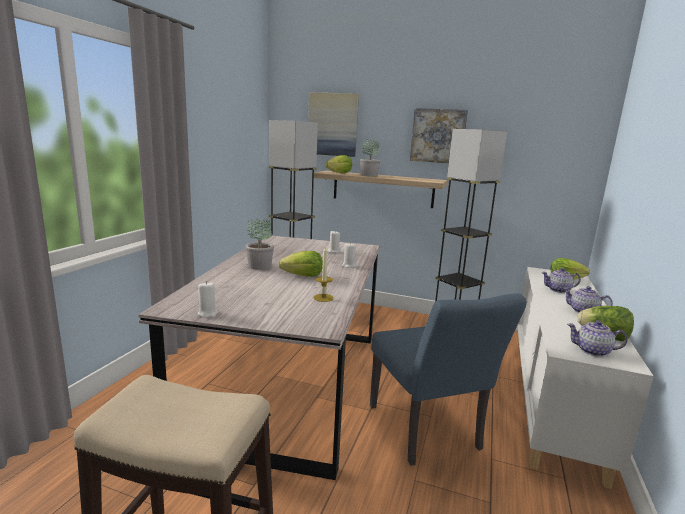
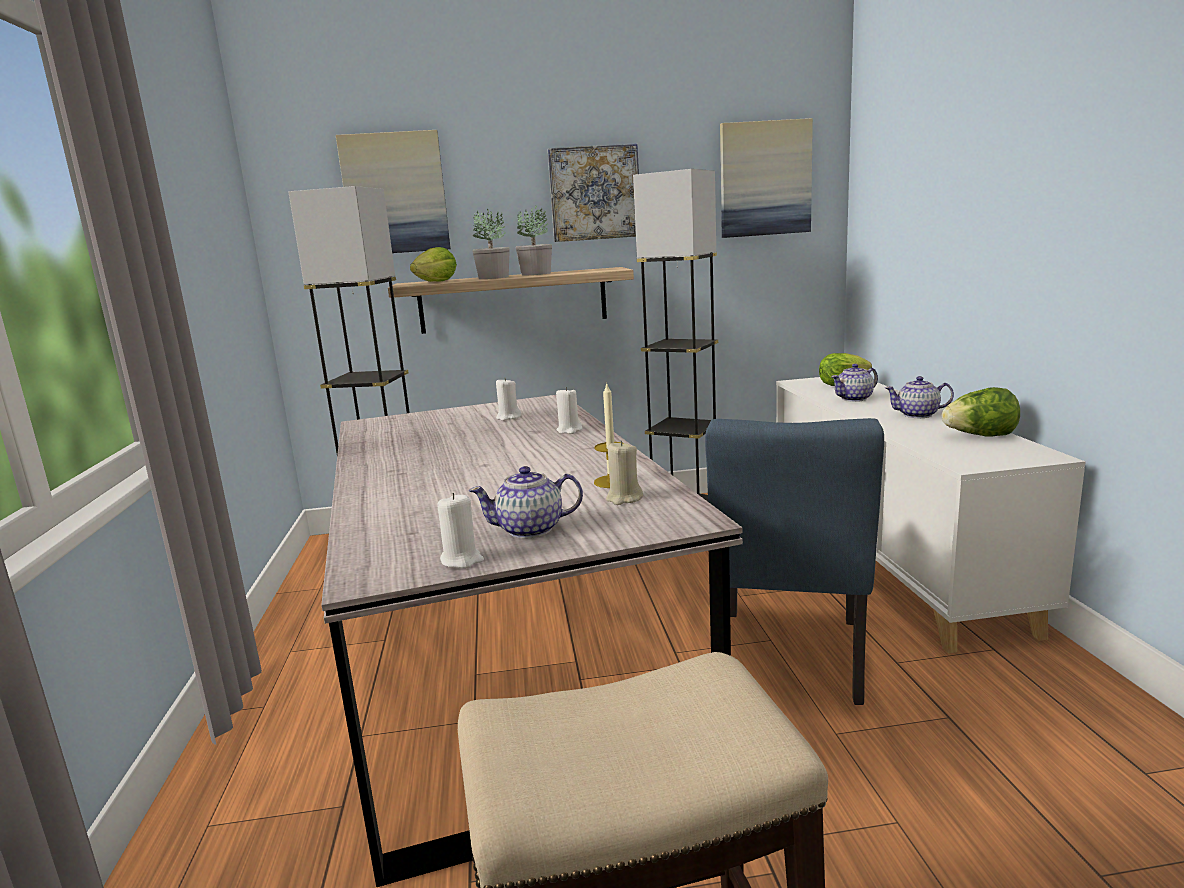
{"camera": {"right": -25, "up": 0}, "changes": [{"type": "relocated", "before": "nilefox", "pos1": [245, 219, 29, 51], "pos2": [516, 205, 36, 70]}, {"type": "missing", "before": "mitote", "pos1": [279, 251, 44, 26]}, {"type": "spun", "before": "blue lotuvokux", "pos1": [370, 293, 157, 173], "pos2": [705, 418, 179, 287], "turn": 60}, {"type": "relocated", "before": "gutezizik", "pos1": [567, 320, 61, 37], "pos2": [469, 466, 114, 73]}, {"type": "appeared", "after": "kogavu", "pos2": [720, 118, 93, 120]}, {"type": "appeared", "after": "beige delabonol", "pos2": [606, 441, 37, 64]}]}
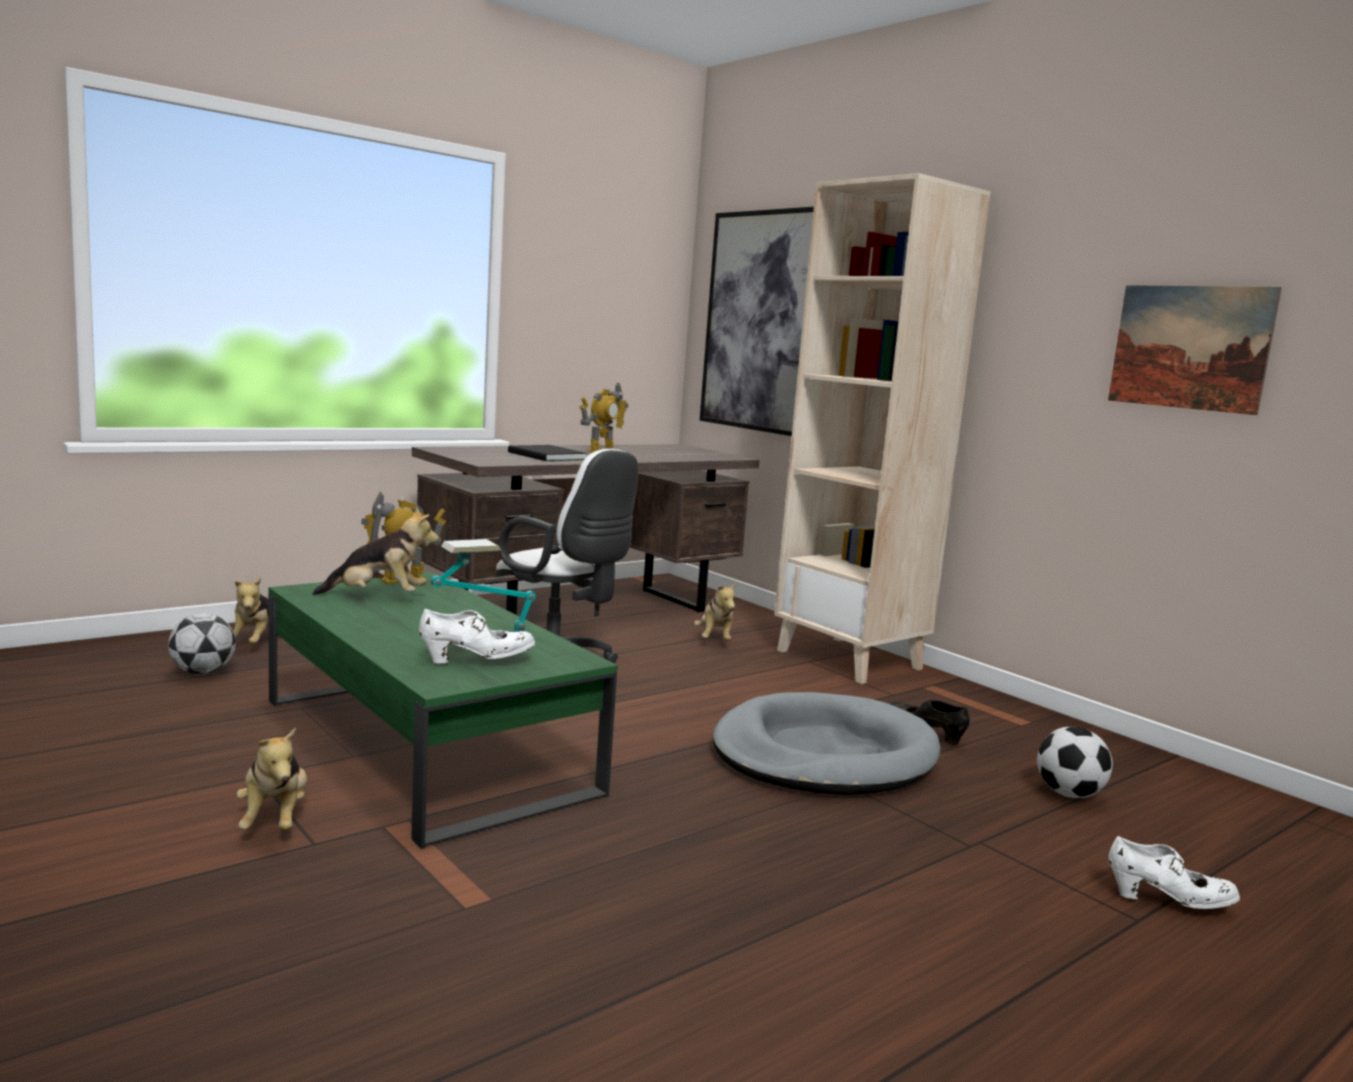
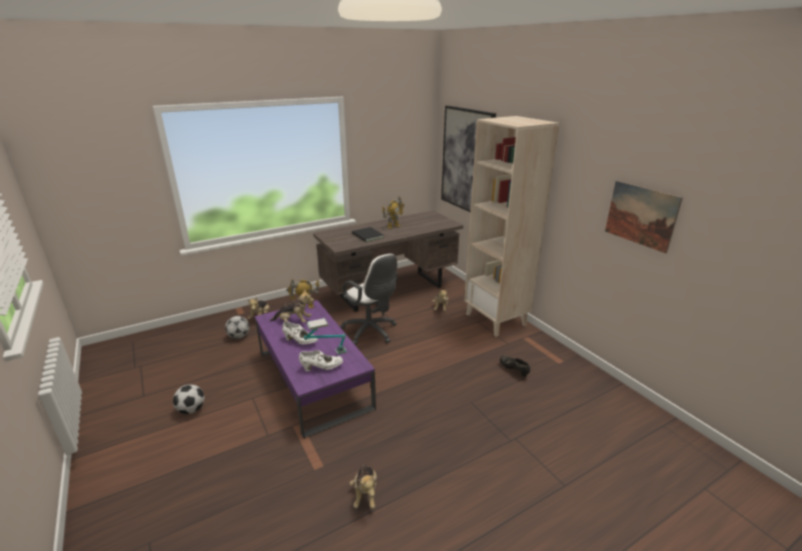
{"camera": {"right": 10, "up": 15}, "changes": [{"type": "colour", "before": "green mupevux", "after": "purple mupevux", "pos1": [268, 572, 349, 277], "pos2": [255, 300, 121, 139]}, {"type": "missing", "before": "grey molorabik", "pos1": [713, 692, 228, 103]}, {"type": "relocated", "before": "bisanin", "pos1": [237, 727, 70, 103], "pos2": [349, 465, 28, 44]}, {"type": "relocated", "before": "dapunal", "pos1": [1037, 727, 76, 71], "pos2": [173, 384, 32, 30]}, {"type": "relocated", "before": "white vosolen", "pos1": [1108, 836, 132, 73], "pos2": [282, 321, 36, 23]}]}
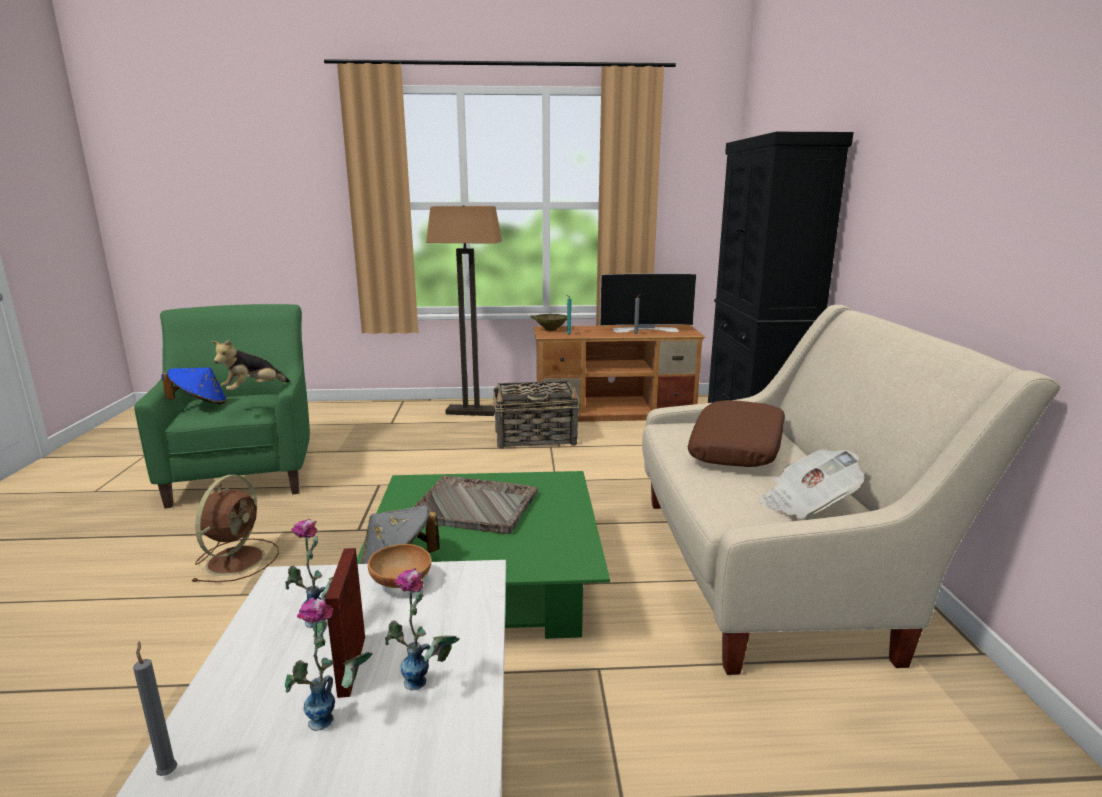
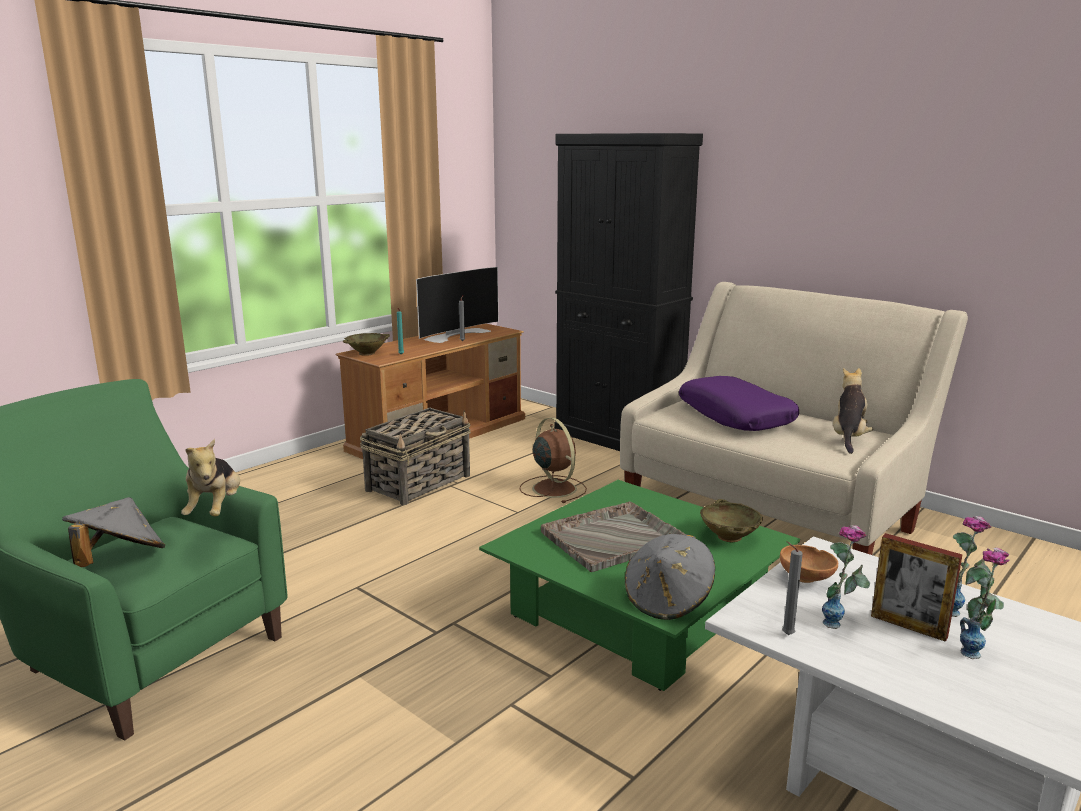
{"camera": {"right": -45, "up": 0}, "changes": [{"type": "missing", "before": "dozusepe", "pos1": [426, 206, 76, 210]}, {"type": "colour", "before": "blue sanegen", "after": "grey sanegen", "pos1": [162, 367, 65, 37], "pos2": [62, 497, 103, 70]}, {"type": "colour", "before": "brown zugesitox", "after": "purple zugesitox", "pos1": [688, 400, 97, 67], "pos2": [679, 376, 120, 55]}, {"type": "exchanged", "before": "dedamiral", "after": "bisanin", "pos1": [759, 449, 106, 70], "pos2": [833, 368, 40, 86]}, {"type": "relocated", "before": "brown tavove", "pos1": [191, 475, 88, 107], "pos2": [520, 417, 67, 86]}, {"type": "relocated", "before": "grey delabonol", "pos1": [133, 642, 44, 134], "pos2": [782, 541, 21, 94]}, {"type": "appeared", "after": "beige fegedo", "pos2": [700, 499, 63, 43]}]}
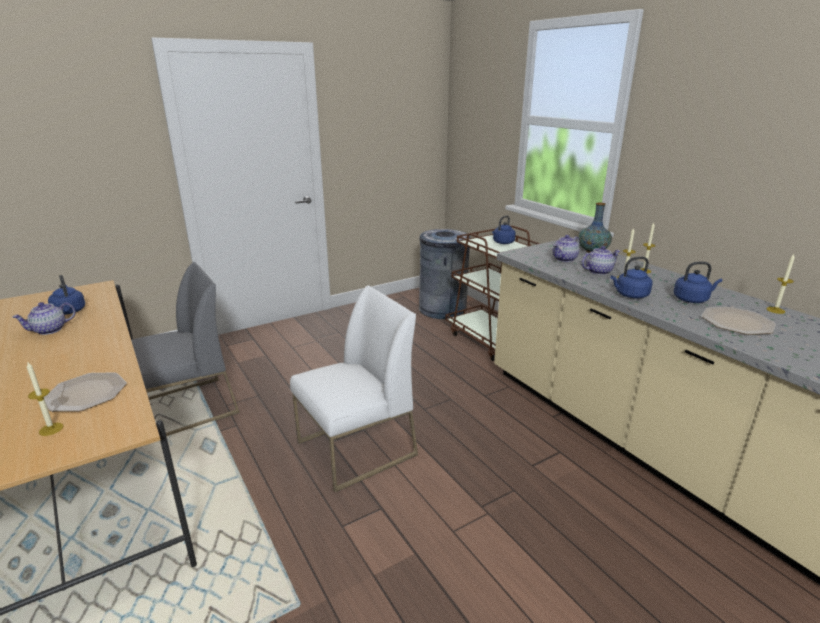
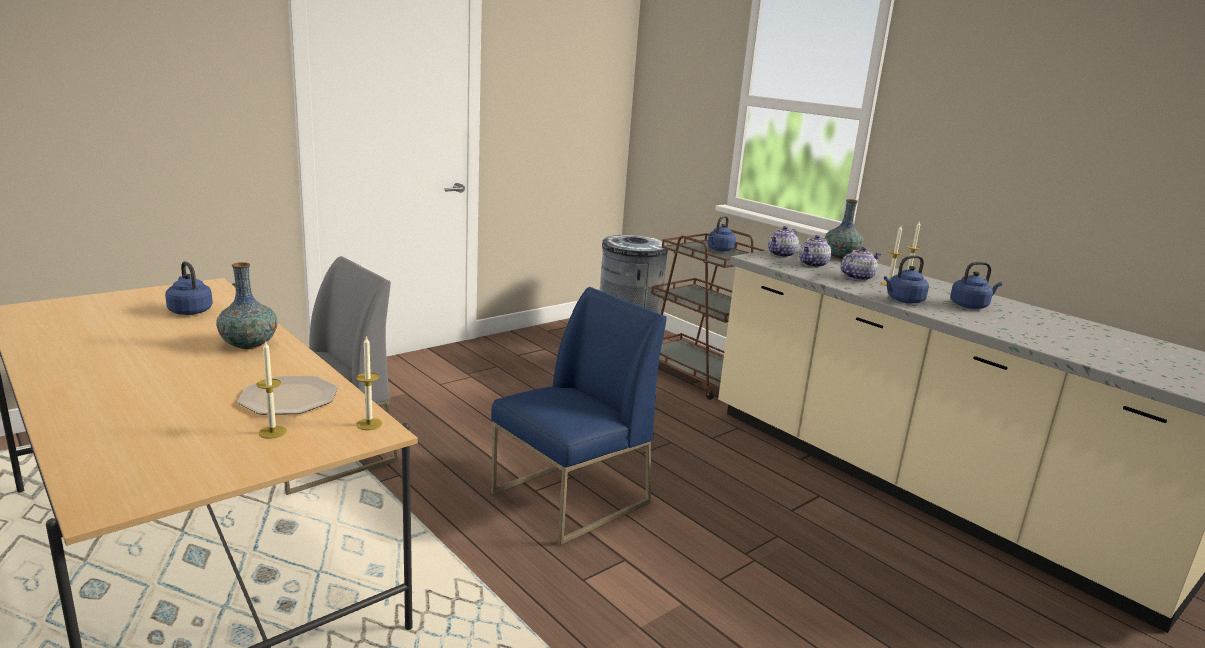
{"camera": {"right": -10, "up": -5}, "changes": [{"type": "relocated", "before": "delabonol", "pos1": [766, 254, 29, 60], "pos2": [356, 336, 26, 94]}, {"type": "colour", "before": "white lotuvokux", "after": "blue lotuvokux", "pos1": [290, 285, 128, 207], "pos2": [491, 287, 176, 258]}, {"type": "relocated", "before": "gutezizik", "pos1": [12, 302, 64, 33], "pos2": [768, 226, 31, 31]}, {"type": "missing", "before": "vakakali", "pos1": [701, 307, 75, 28]}, {"type": "appeared", "after": "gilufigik", "pos2": [216, 262, 62, 87]}]}
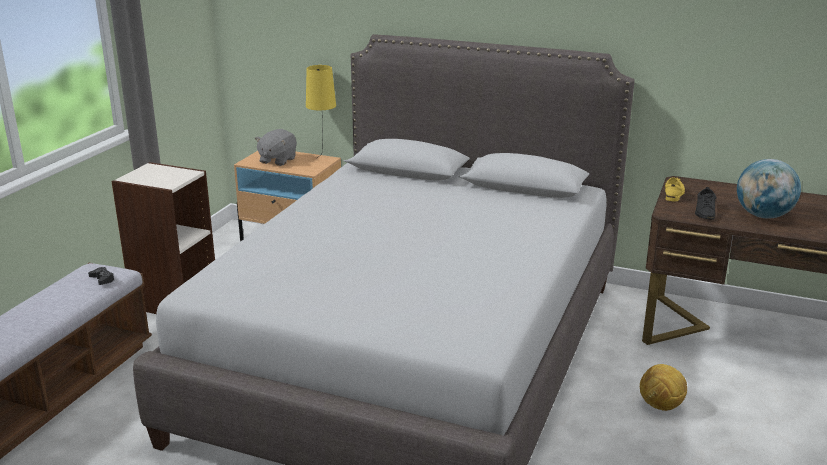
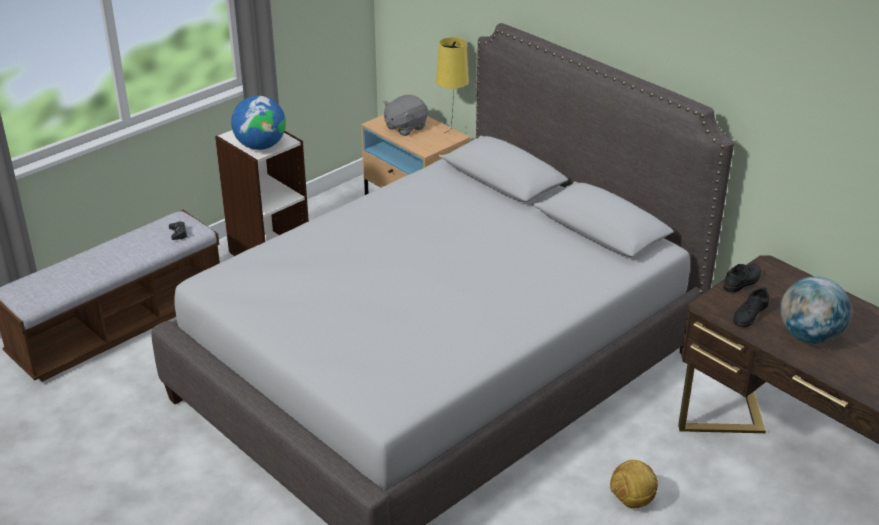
{"camera": {"right": 25, "up": 10}, "changes": [{"type": "colour", "before": "yellow vosolen", "after": "black vosolen", "pos1": [665, 177, 20, 24], "pos2": [723, 263, 38, 30]}, {"type": "appeared", "after": "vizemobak", "pos2": [231, 96, 55, 54]}]}
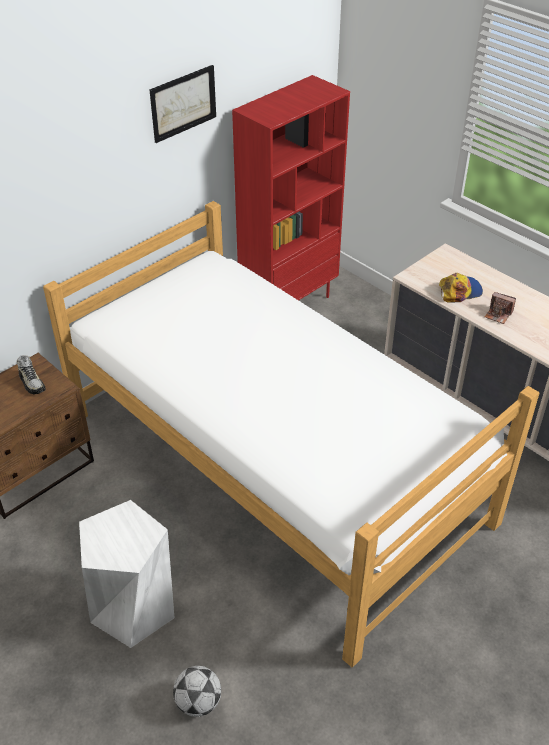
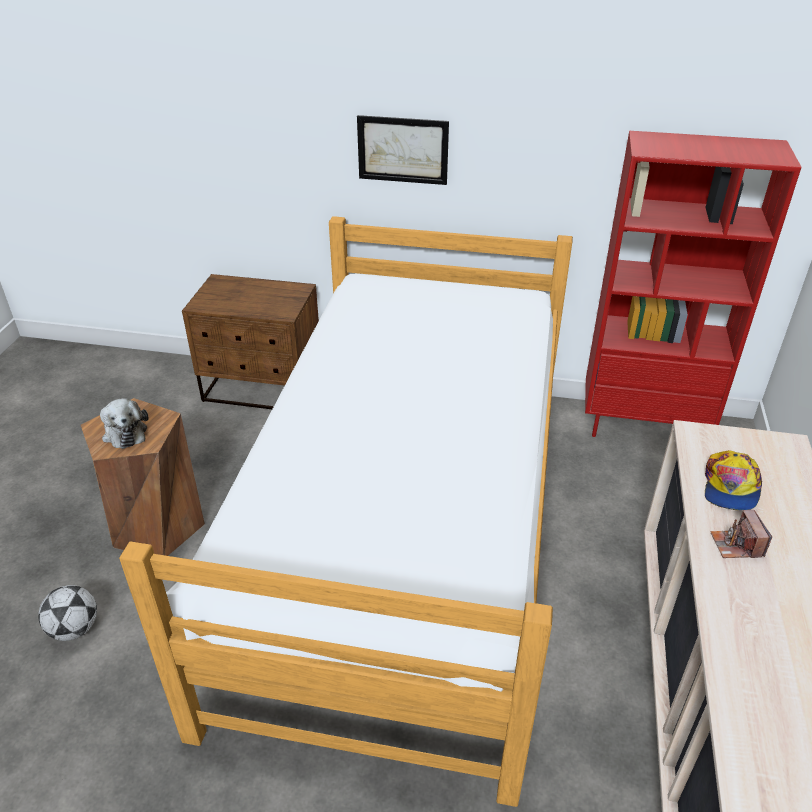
{"camera": {"right": 55, "up": -5}, "changes": [{"type": "relocated", "before": "kogavu", "pos1": [150, 65, 66, 78], "pos2": [357, 115, 92, 70]}, {"type": "spun", "before": "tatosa", "pos1": [439, 273, 44, 30], "pos2": [705, 450, 57, 60], "turn": 75}, {"type": "missing", "before": "vosolen", "pos1": [17, 355, 29, 39]}, {"type": "colour", "before": "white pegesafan", "after": "brown pegesafan", "pos1": [79, 500, 95, 148], "pos2": [81, 398, 124, 158]}, {"type": "appeared", "after": "bisanin", "pos2": [100, 398, 48, 51]}]}
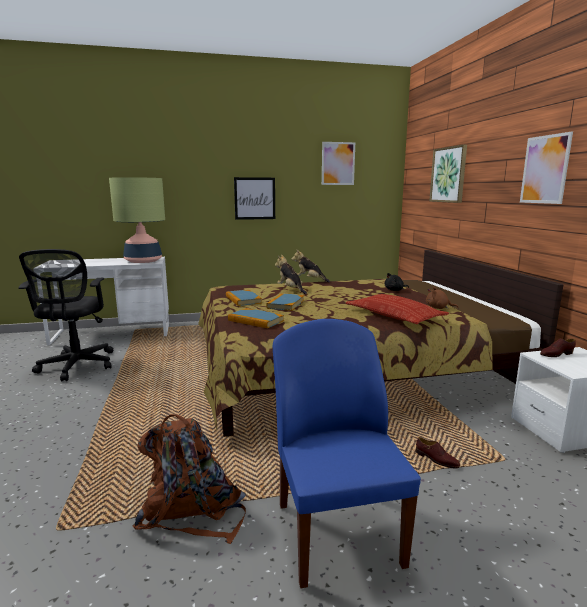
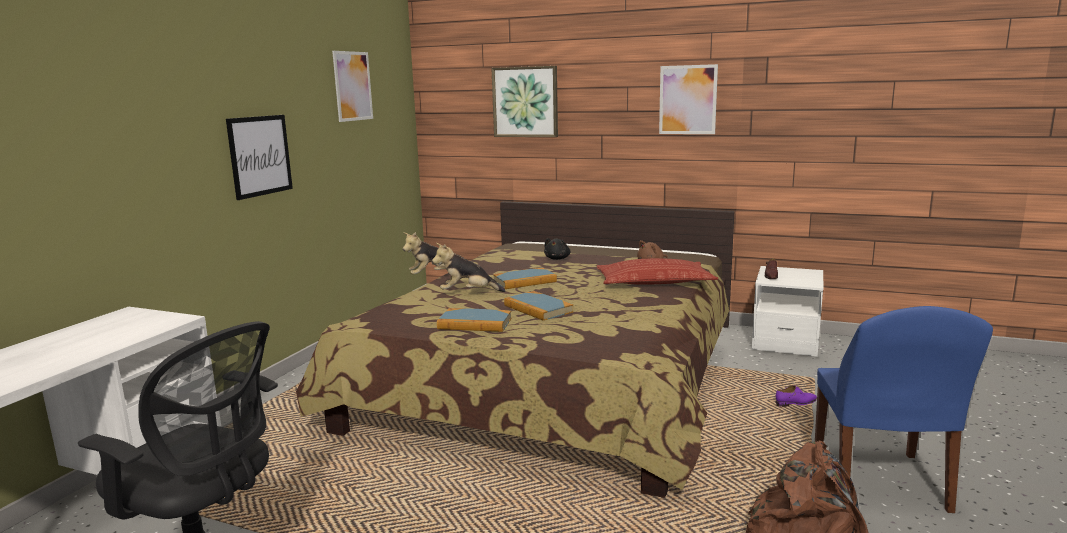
{"camera": {"right": -55, "up": 0}, "changes": [{"type": "missing", "before": "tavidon", "pos1": [109, 177, 56, 86]}, {"type": "relocated", "before": "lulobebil", "pos1": [228, 308, 56, 20], "pos2": [493, 268, 64, 21]}, {"type": "spun", "before": "blue lotuvokux", "pos1": [273, 319, 148, 269], "pos2": [815, 306, 178, 207], "turn": -105}, {"type": "colour", "before": "brown vosolen", "after": "purple vosolen", "pos1": [416, 437, 44, 31], "pos2": [776, 385, 41, 22]}]}
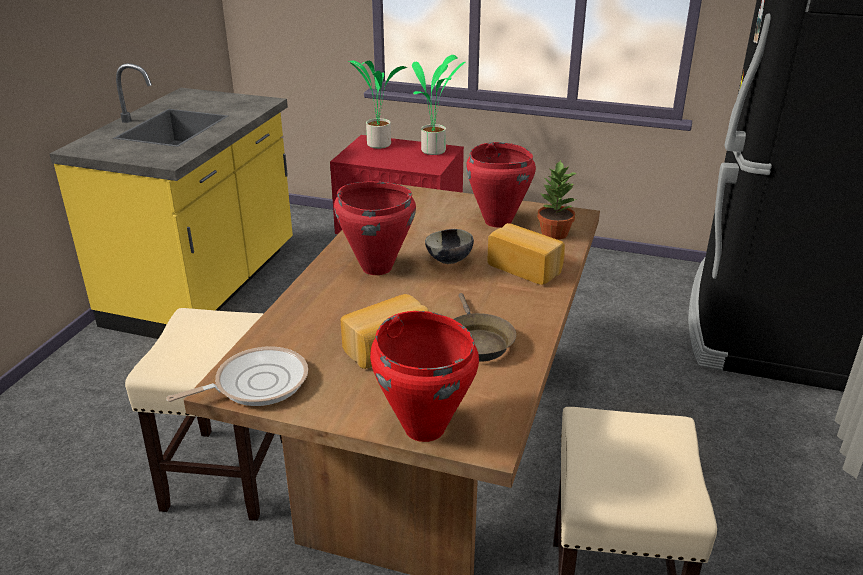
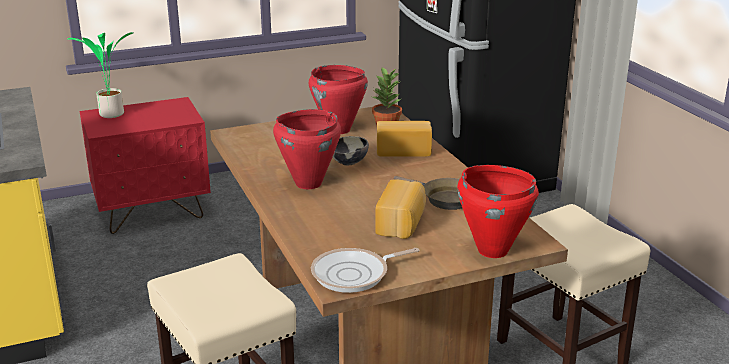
{"camera": {"right": -40, "up": -5}, "changes": [{"type": "missing", "before": "nilefox", "pos1": [412, 55, 53, 100]}, {"type": "spun", "before": "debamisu", "pos1": [166, 346, 142, 60], "pos2": [311, 248, 109, 45], "turn": -135}]}
